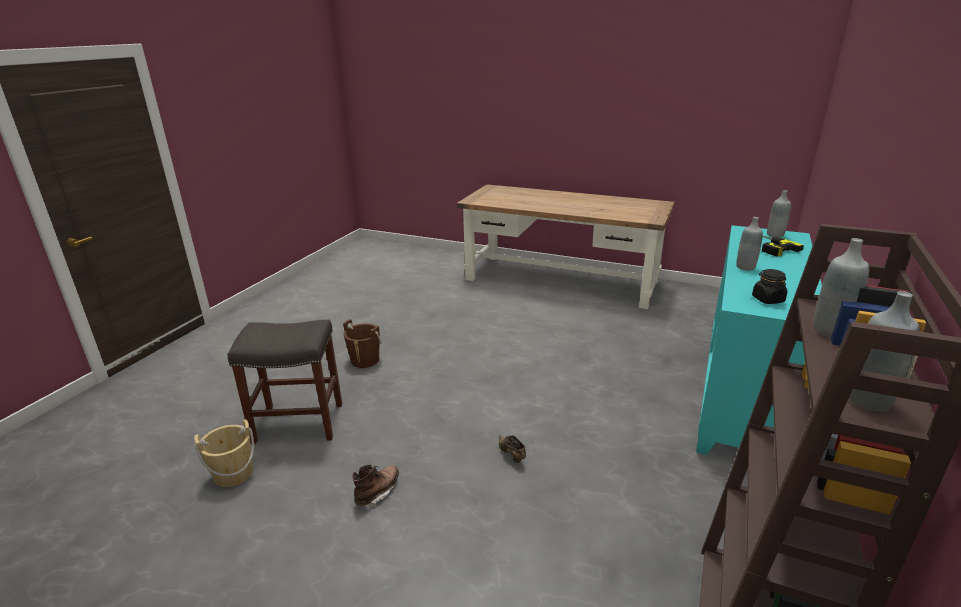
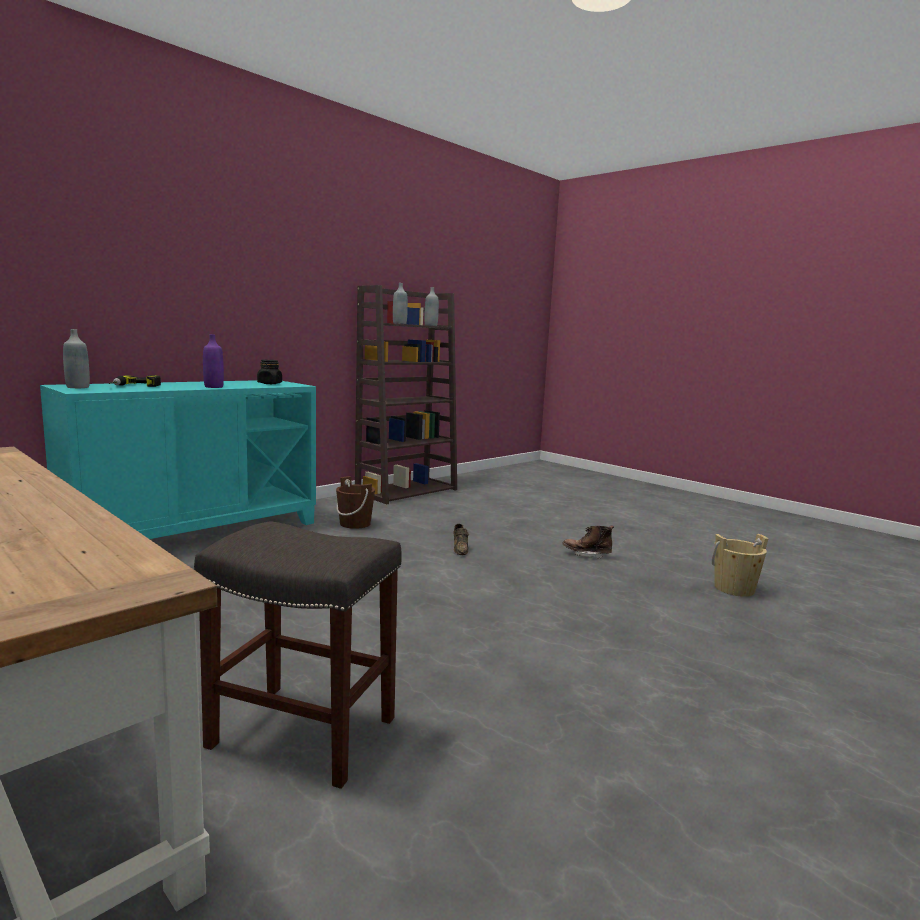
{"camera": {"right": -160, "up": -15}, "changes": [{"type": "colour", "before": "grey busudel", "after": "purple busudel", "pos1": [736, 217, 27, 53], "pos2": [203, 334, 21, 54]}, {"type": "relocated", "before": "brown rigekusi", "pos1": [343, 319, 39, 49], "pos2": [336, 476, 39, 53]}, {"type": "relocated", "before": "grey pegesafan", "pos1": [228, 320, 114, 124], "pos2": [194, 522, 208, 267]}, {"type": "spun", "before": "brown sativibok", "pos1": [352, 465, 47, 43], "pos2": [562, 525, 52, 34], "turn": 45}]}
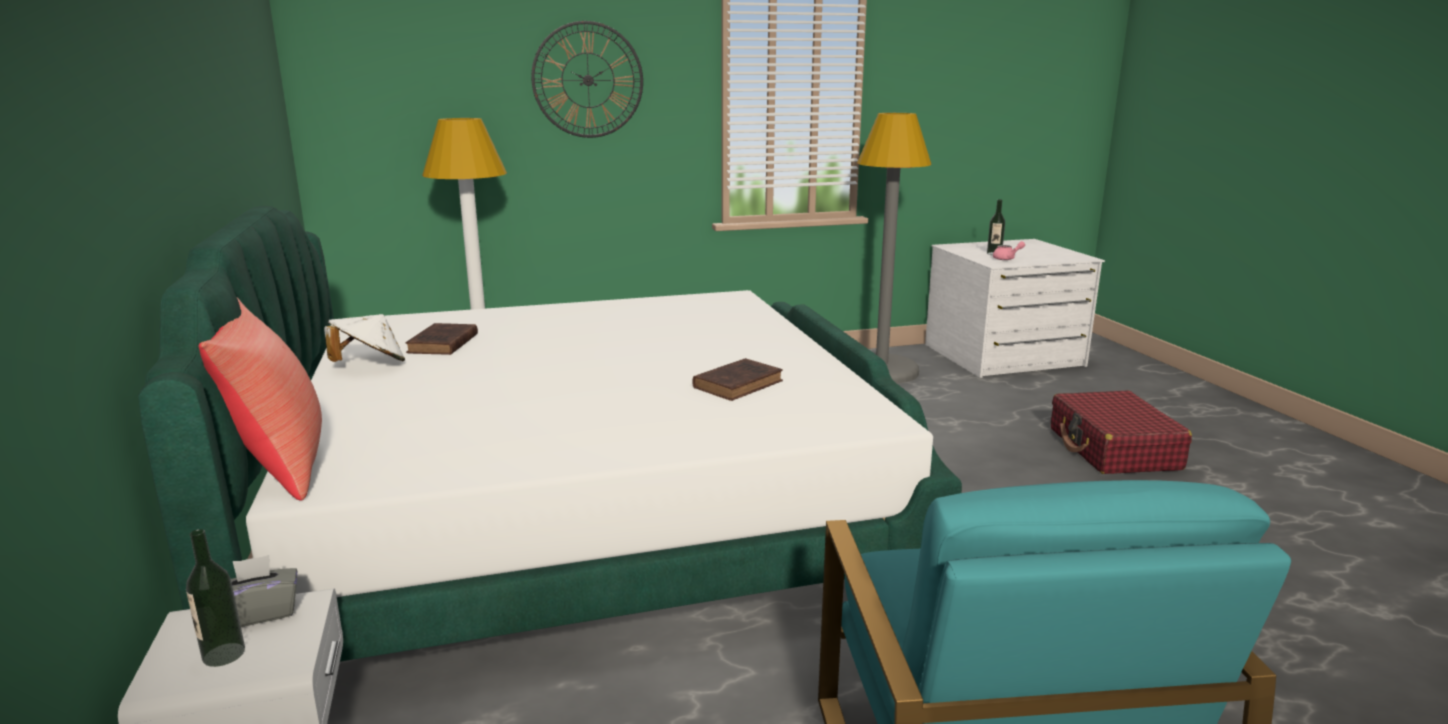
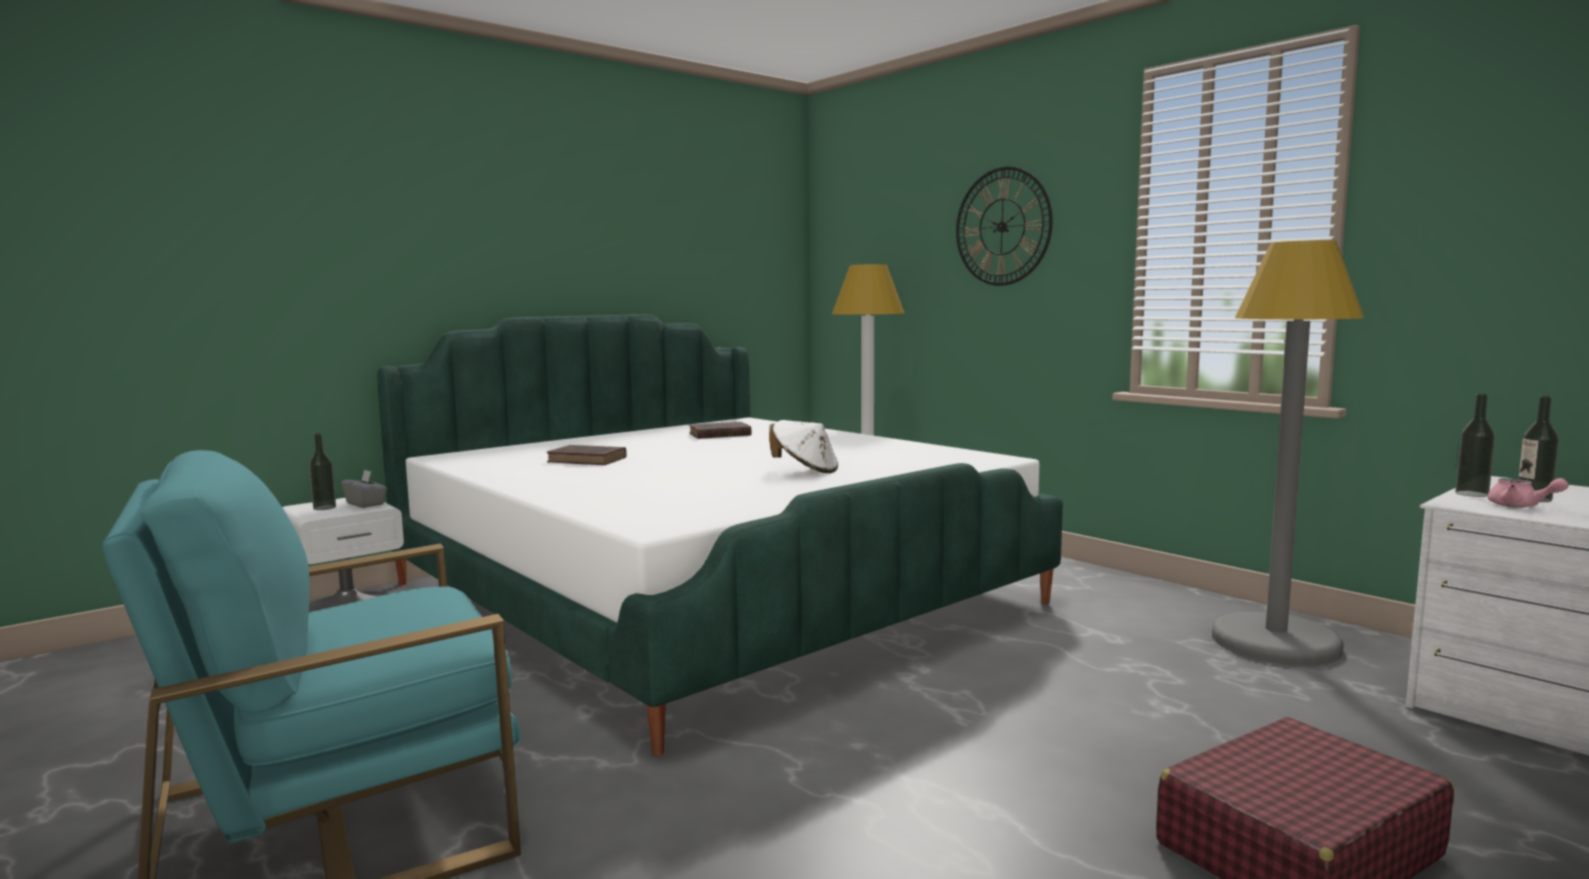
{"camera": {"right": 65, "up": -10}, "changes": [{"type": "missing", "before": "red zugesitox", "pos1": [199, 298, 123, 203]}, {"type": "relocated", "before": "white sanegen", "pos1": [324, 314, 81, 48], "pos2": [769, 420, 69, 53]}, {"type": "relocated", "before": "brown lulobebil", "pos1": [693, 358, 90, 43], "pos2": [547, 445, 80, 20]}, {"type": "appeared", "after": "busudel", "pos2": [1455, 394, 40, 103]}]}
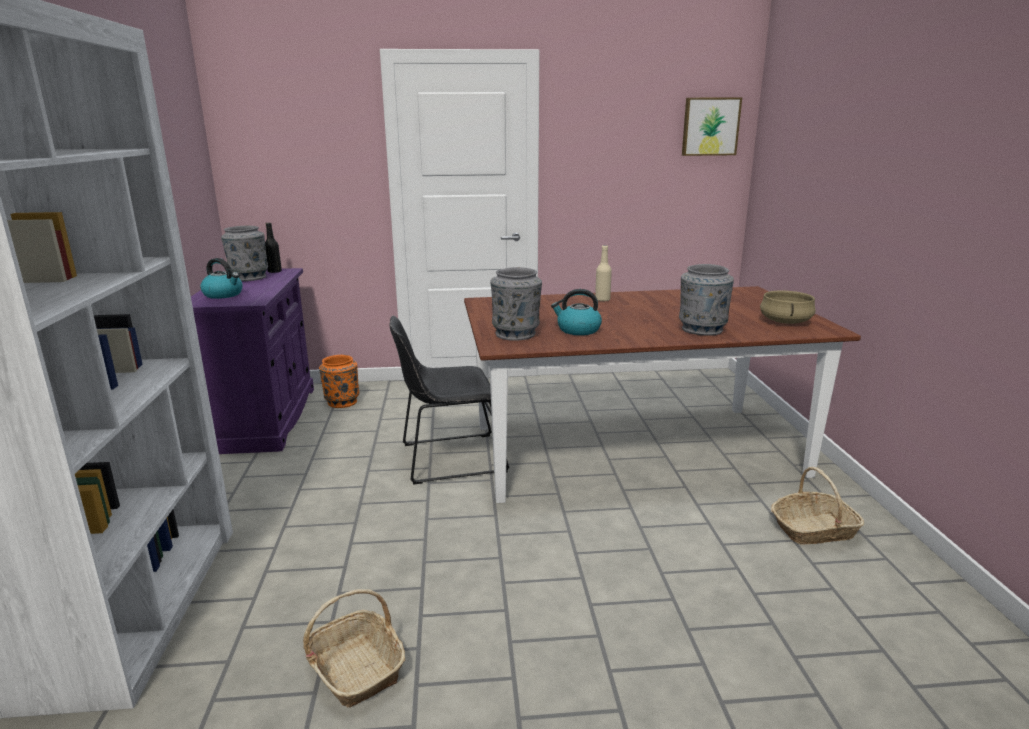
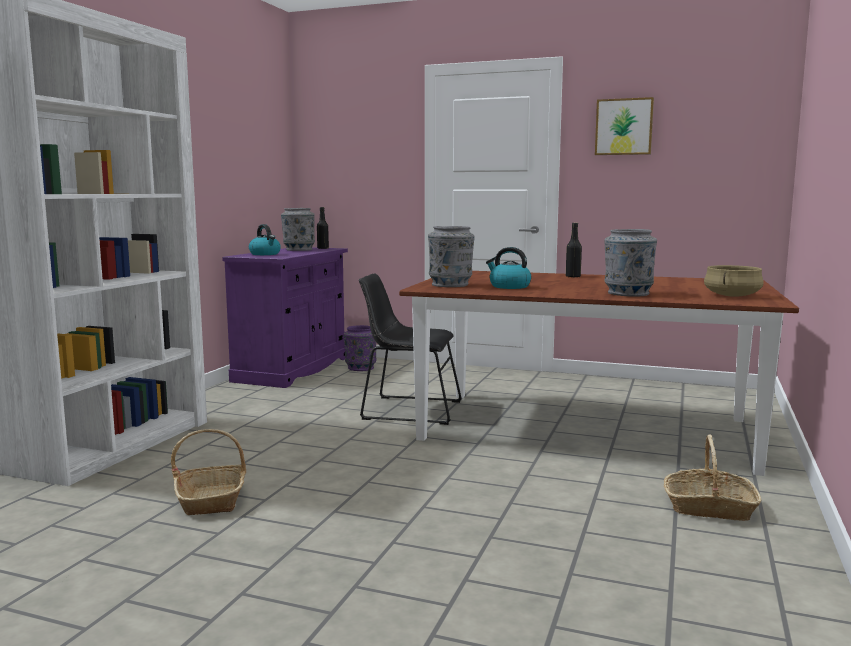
{"camera": {"right": 25, "up": -10}, "changes": [{"type": "relocated", "before": "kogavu", "pos1": [682, 98, 60, 58], "pos2": [595, 97, 59, 58]}, {"type": "colour", "before": "beige busudel", "after": "black busudel", "pos1": [595, 245, 17, 56], "pos2": [566, 223, 16, 54]}, {"type": "colour", "before": "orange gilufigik", "after": "purple gilufigik", "pos1": [319, 355, 41, 53], "pos2": [343, 325, 33, 46]}]}
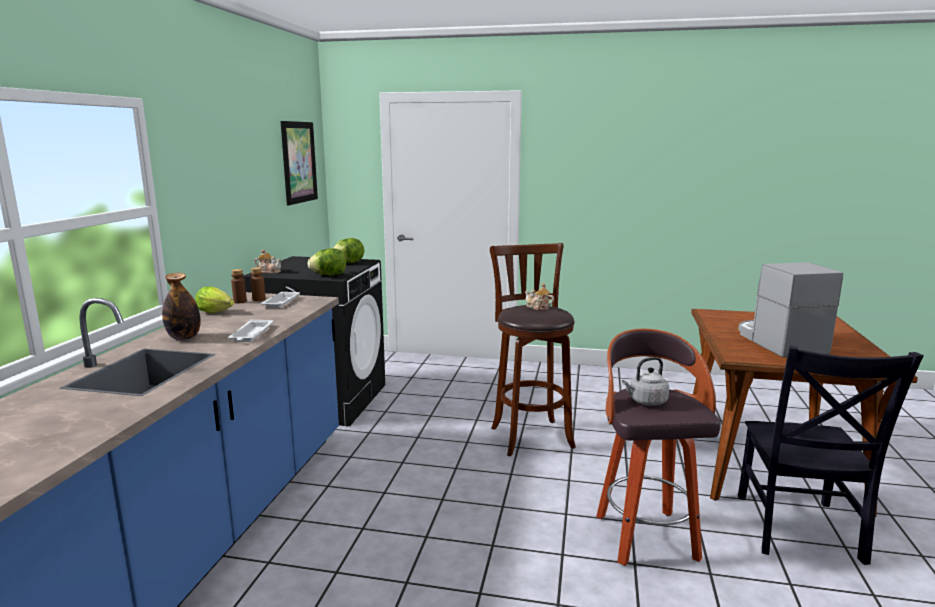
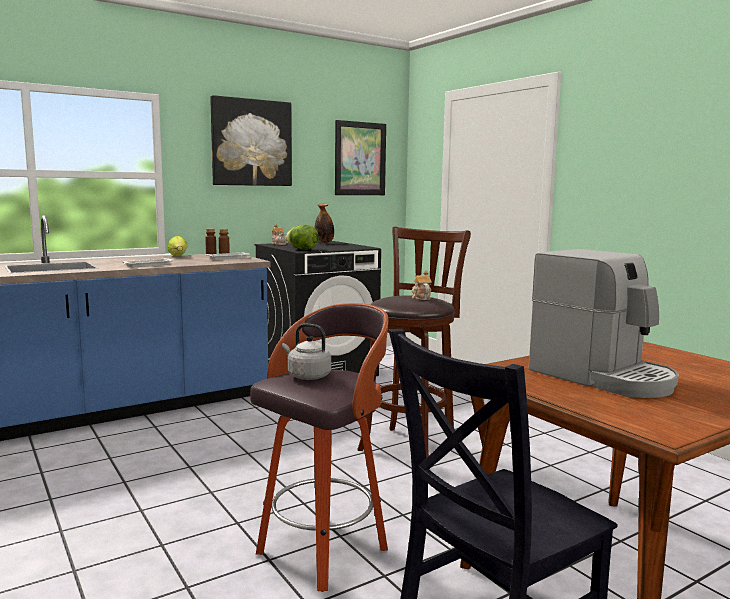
{"camera": {"right": 45, "up": -5}, "changes": [{"type": "missing", "before": "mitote", "pos1": [333, 238, 31, 25]}, {"type": "spun", "before": "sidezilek", "pos1": [738, 262, 105, 95], "pos2": [529, 249, 150, 149], "turn": 105}, {"type": "relocated", "before": "busudel", "pos1": [162, 273, 39, 67], "pos2": [314, 204, 20, 39]}, {"type": "appeared", "after": "kogavu", "pos2": [210, 95, 82, 91]}]}
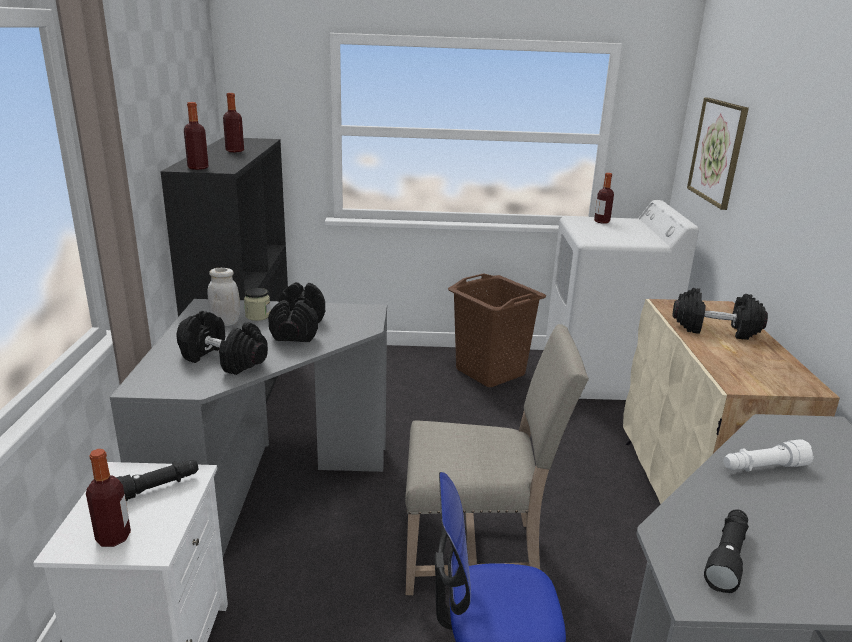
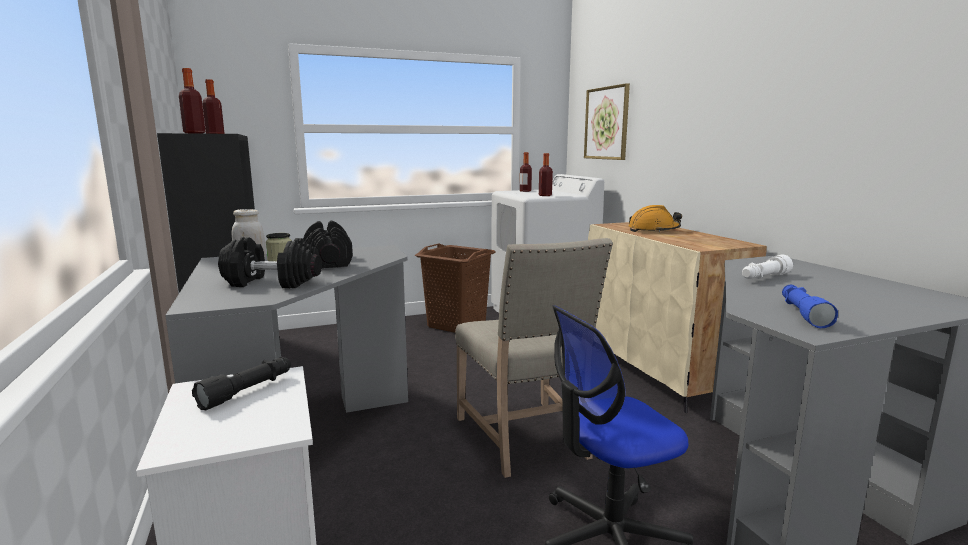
{"camera": {"right": -20, "up": -10}, "changes": [{"type": "exchanged", "before": "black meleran", "after": "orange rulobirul", "pos1": [673, 288, 95, 52], "pos2": [628, 205, 54, 27]}, {"type": "spun", "before": "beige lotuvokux", "pos1": [405, 324, 184, 271], "pos2": [455, 238, 158, 240], "turn": 90}, {"type": "relocated", "before": "busudel", "pos1": [86, 449, 45, 98], "pos2": [539, 153, 14, 43]}, {"type": "colour", "before": "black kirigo", "after": "blue kirigo", "pos1": [704, 509, 45, 84], "pos2": [782, 285, 56, 43]}]}
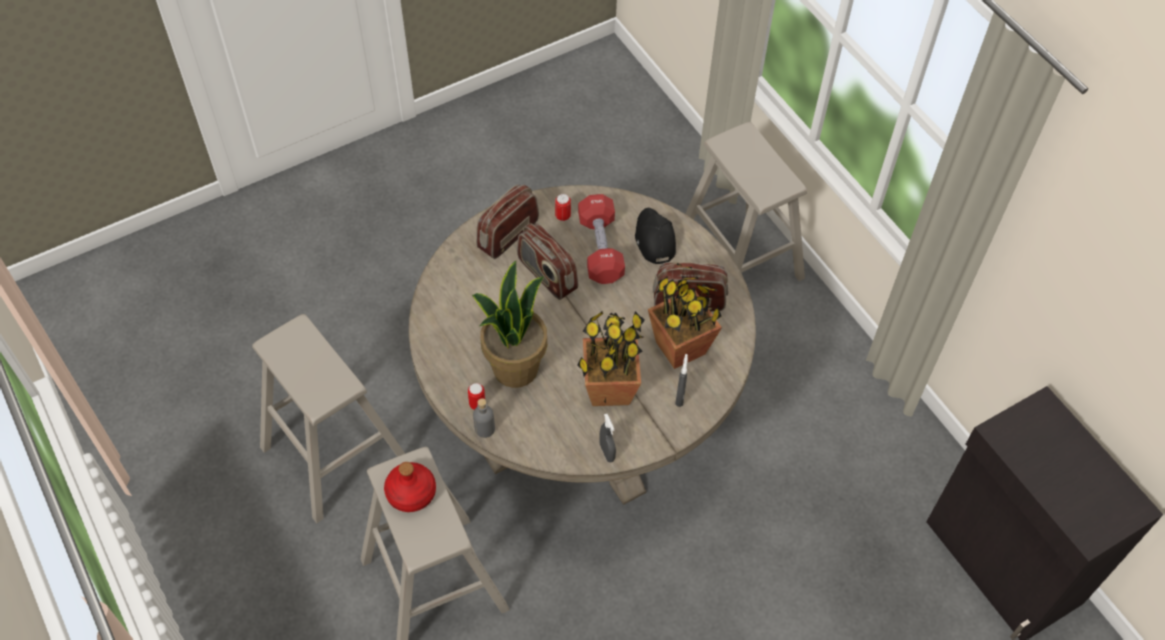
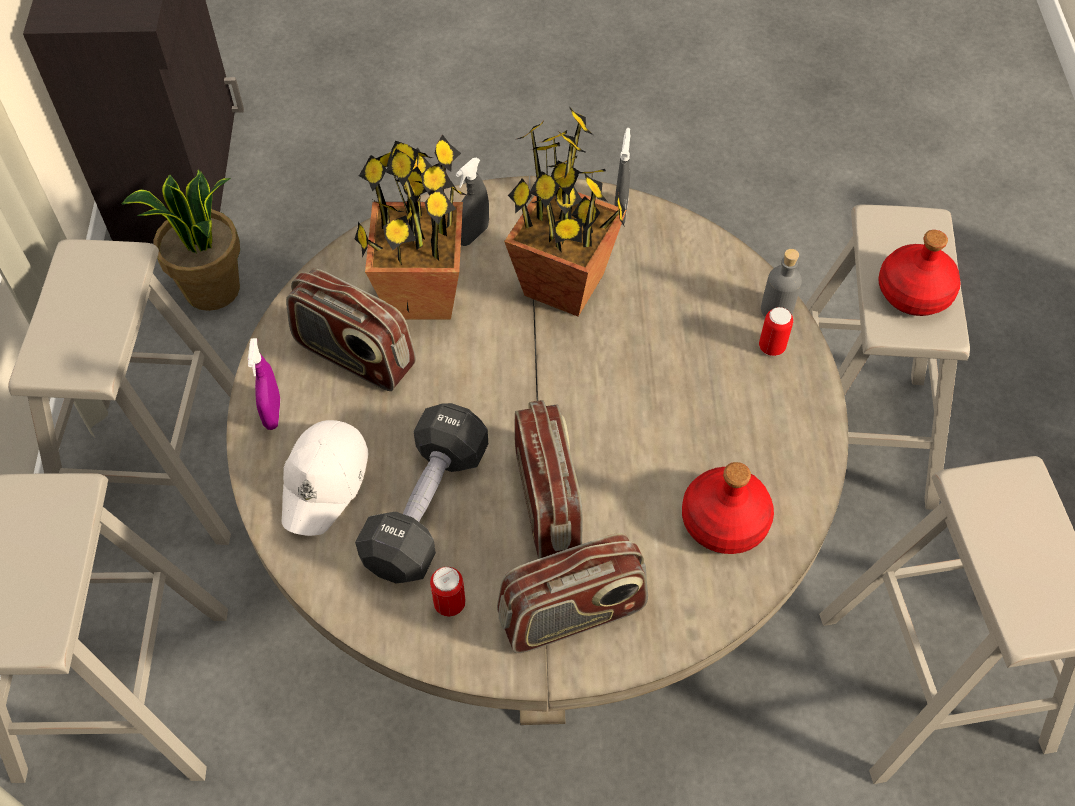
{"camera": {"right": -150, "up": 0}, "changes": [{"type": "colour", "before": "red meleran", "after": "black meleran", "pos1": [578, 194, 47, 90], "pos2": [355, 403, 133, 180]}, {"type": "colour", "before": "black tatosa", "after": "white tatosa", "pos1": [635, 208, 41, 56], "pos2": [282, 420, 86, 116]}, {"type": "relocated", "before": "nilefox", "pos1": [472, 261, 75, 127], "pos2": [121, 169, 119, 142]}, {"type": "appeared", "after": "beige pegesafan", "pos2": [8, 239, 227, 306]}, {"type": "appeared", "after": "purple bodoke", "pos2": [248, 338, 32, 92]}, {"type": "appeared", "after": "red busudel", "pos2": [682, 462, 92, 92]}]}
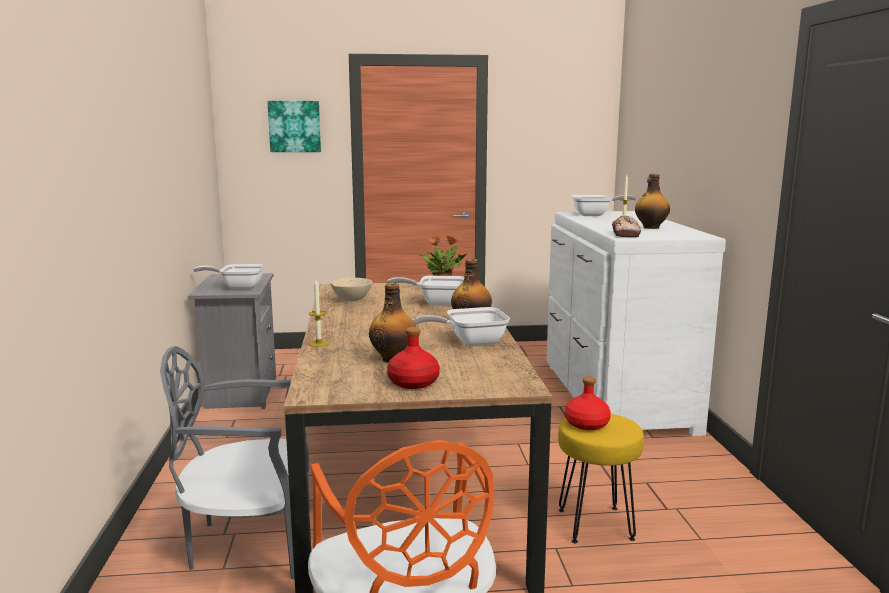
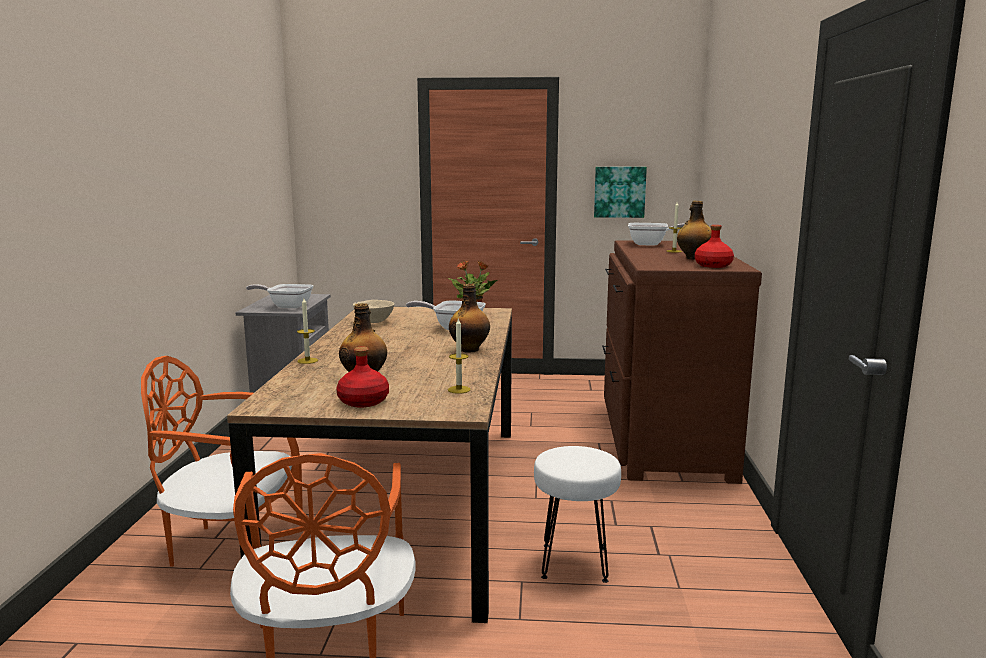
{"camera": {"right": 10, "up": 0}, "changes": [{"type": "relocated", "before": "kogavu", "pos1": [268, 101, 53, 51], "pos2": [594, 167, 53, 51]}, {"type": "colour", "before": "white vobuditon", "after": "brown vobuditon", "pos1": [547, 211, 179, 225], "pos2": [602, 240, 160, 244]}, {"type": "missing", "before": "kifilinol", "pos1": [612, 215, 29, 22]}, {"type": "missing", "before": "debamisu", "pos1": [412, 307, 98, 39]}, {"type": "colour", "before": "grey lotuvokux", "after": "orange lotuvokux", "pos1": [160, 346, 149, 233], "pos2": [141, 356, 162, 211]}, {"type": "relocated", "before": "red busudel", "pos1": [565, 377, 46, 53], "pos2": [695, 225, 39, 43]}, {"type": "colour", "before": "yellow pegesafan", "after": "white pegesafan", "pos1": [558, 414, 86, 129], "pos2": [534, 446, 87, 137]}, {"type": "appeared", "after": "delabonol", "pos2": [448, 318, 23, 76]}]}
